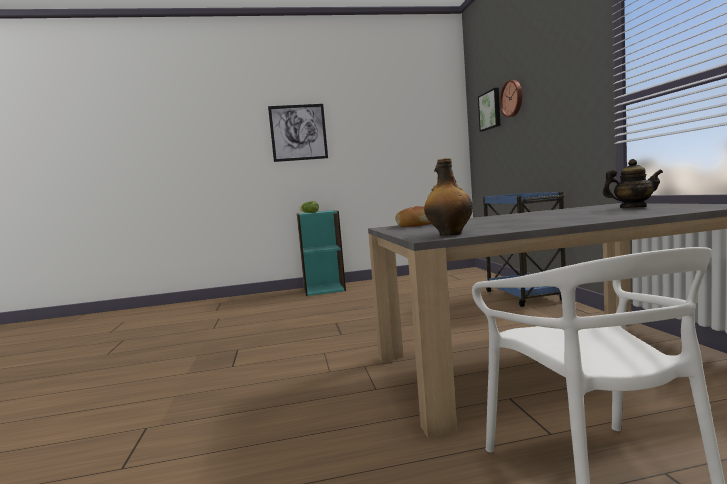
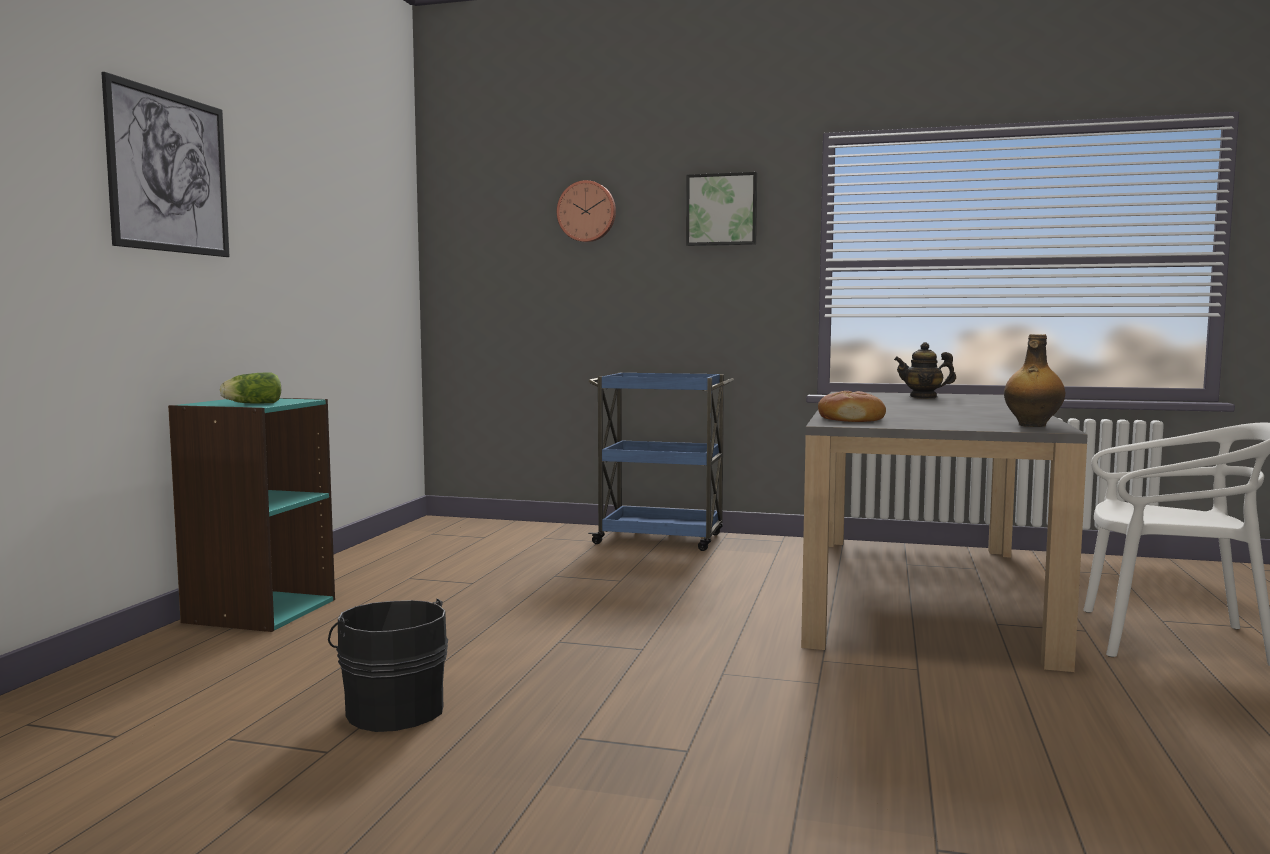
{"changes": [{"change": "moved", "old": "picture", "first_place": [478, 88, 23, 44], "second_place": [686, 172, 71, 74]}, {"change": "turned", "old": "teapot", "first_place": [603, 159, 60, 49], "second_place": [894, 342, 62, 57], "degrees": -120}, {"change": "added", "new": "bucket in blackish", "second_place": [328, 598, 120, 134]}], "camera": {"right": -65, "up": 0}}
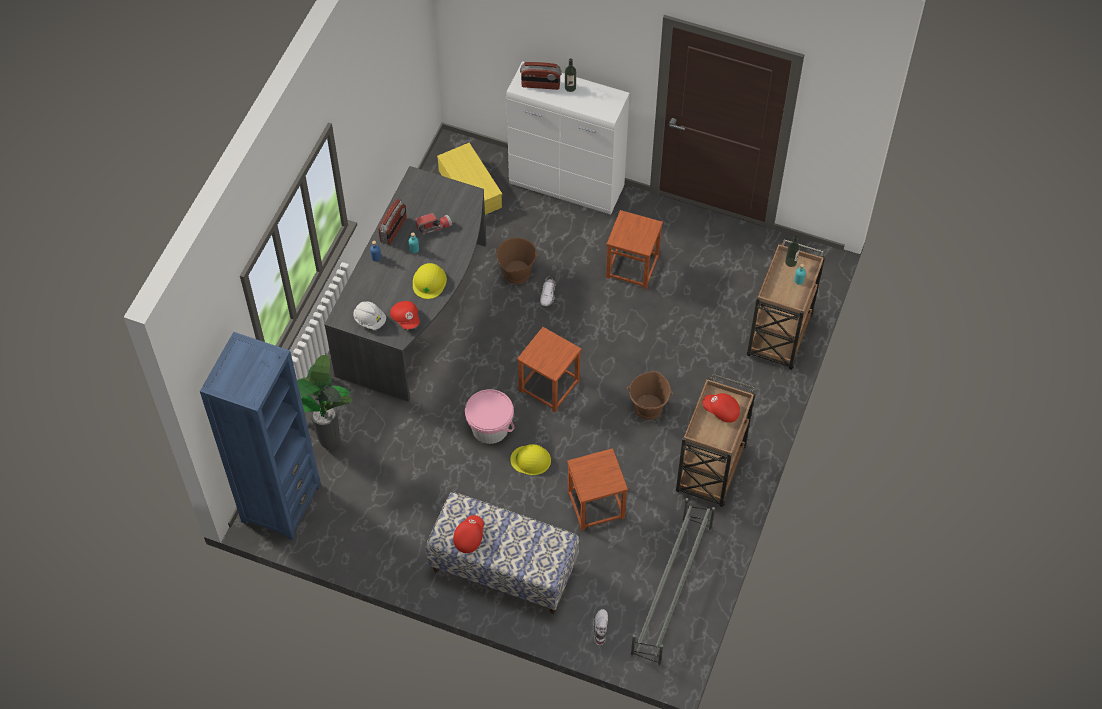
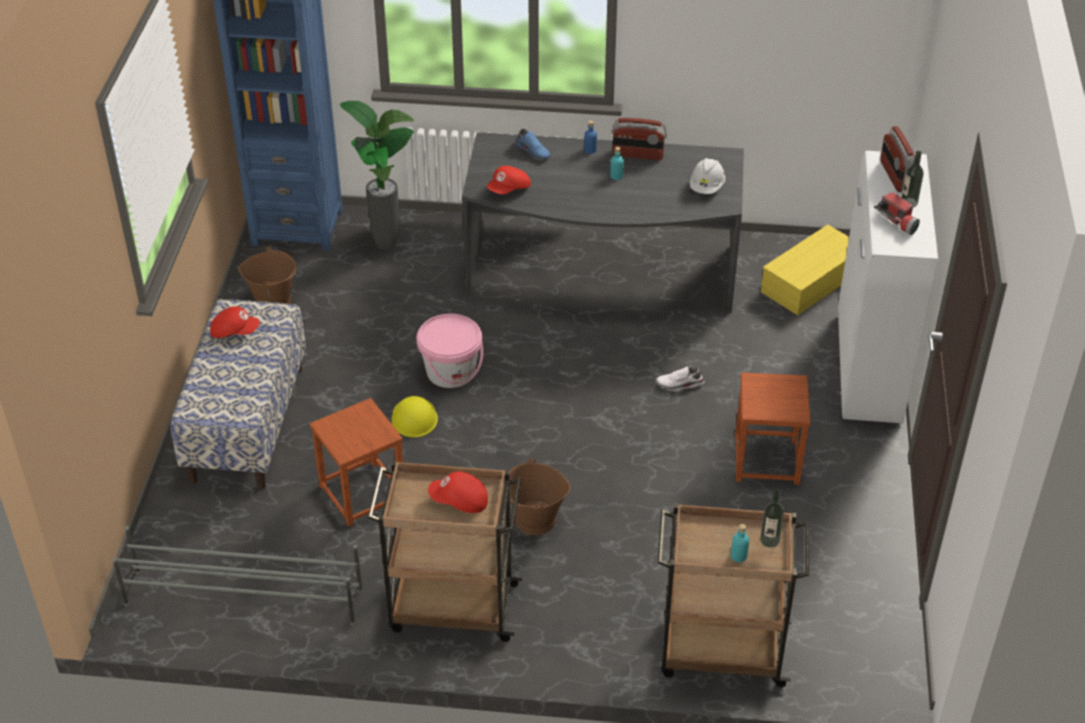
{"changes": [{"change": "moved", "old": "hand torch", "first_place": [416, 213, 36, 22], "second_place": [874, 192, 46, 43]}, {"change": "moved", "old": "bucket in brownish", "first_place": [495, 238, 43, 46], "second_place": [238, 247, 59, 57]}, {"change": "removed", "old": "work helmet in yellow-coloured", "first_place": [413, 263, 34, 36]}, {"change": "moved", "old": "work helmet in whitish", "first_place": [353, 302, 33, 28], "second_place": [690, 158, 35, 36]}, {"change": "removed", "old": "stool seat in brownish", "first_place": [517, 327, 65, 85]}, {"change": "turned", "old": "baseball cap in red-coloured", "first_place": [703, 393, 37, 30], "second_place": [428, 471, 60, 42], "degrees": -90}, {"change": "removed", "old": "item of footwear in whitish", "first_place": [593, 609, 15, 36]}, {"change": "added", "new": "item of footwear in bluish", "second_place": [515, 129, 35, 31]}], "camera": {"right": 75, "up": -15}}
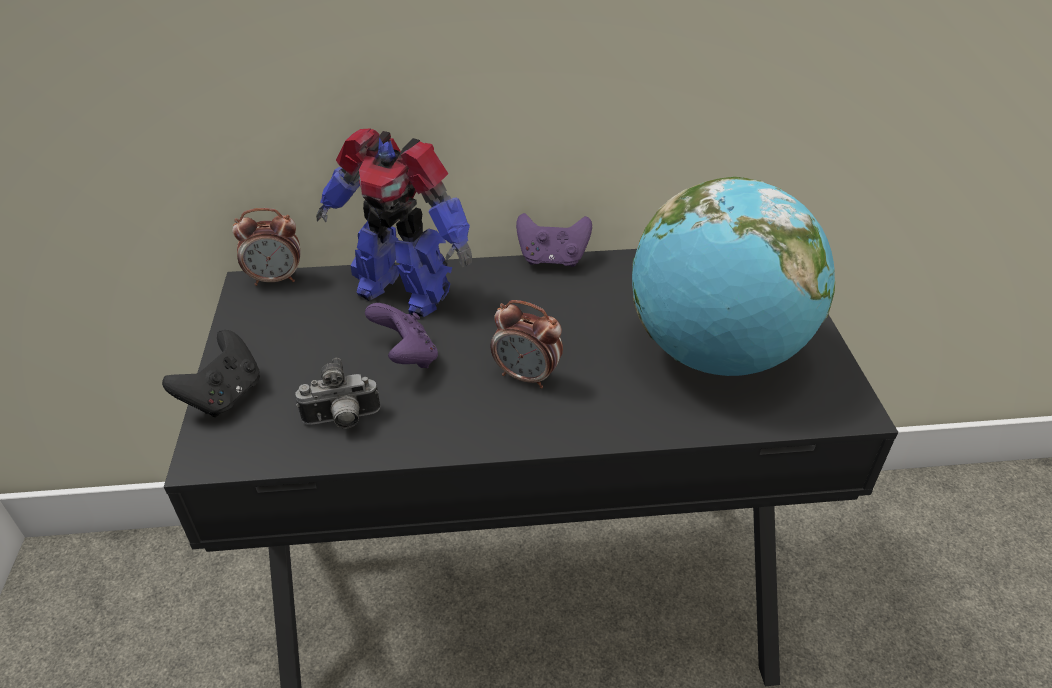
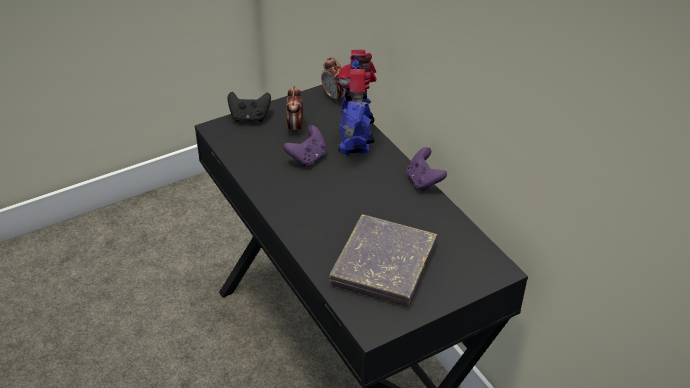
{"changes": [{"change": "replaced", "old": "desk globe", "new": "volume in gray", "first_place": [632, 177, 203, 199], "second_place": [329, 215, 108, 92]}, {"change": "moved", "old": "table clock", "first_place": [491, 300, 72, 88], "second_place": [286, 86, 17, 48]}, {"change": "removed", "old": "photo camera", "first_place": [295, 358, 85, 71]}], "camera": {"right": 65, "up": 0}}
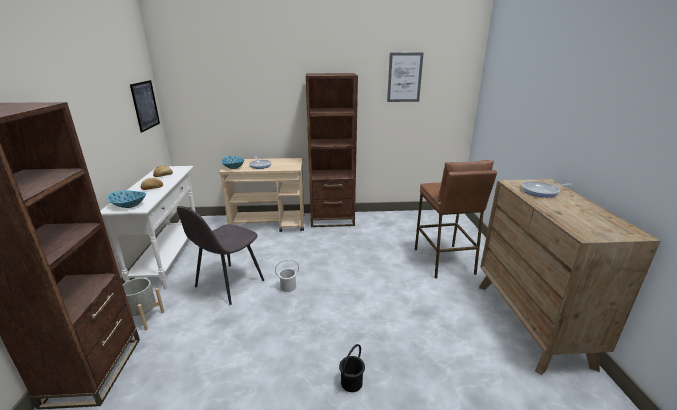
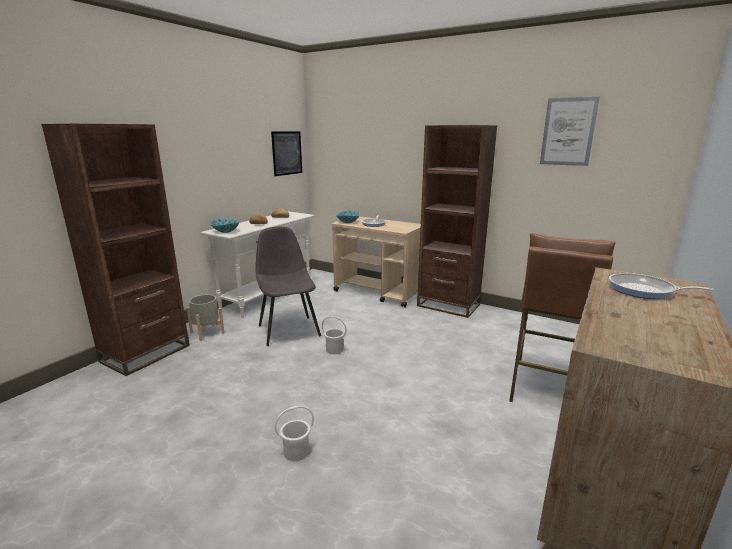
{"changes": [{"change": "turned", "old": "plain chair in gray", "first_place": [177, 206, 87, 99], "second_place": [255, 226, 66, 120], "degrees": 90}, {"change": "recoloured", "old": "bucket in blackish", "new": "bucket in whitish", "first_place": [339, 344, 26, 48], "second_place": [275, 406, 39, 55]}], "camera": {"right": 35, "up": -5}}
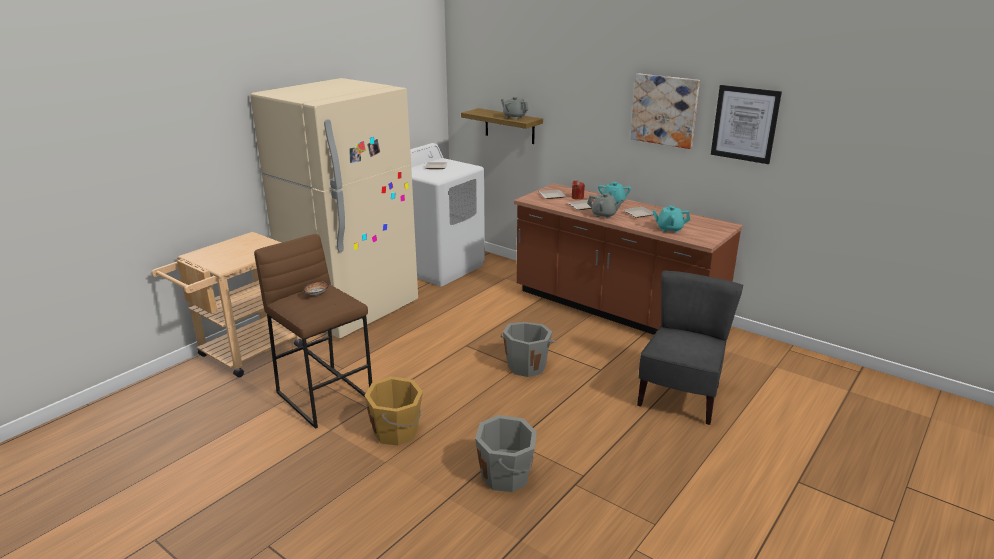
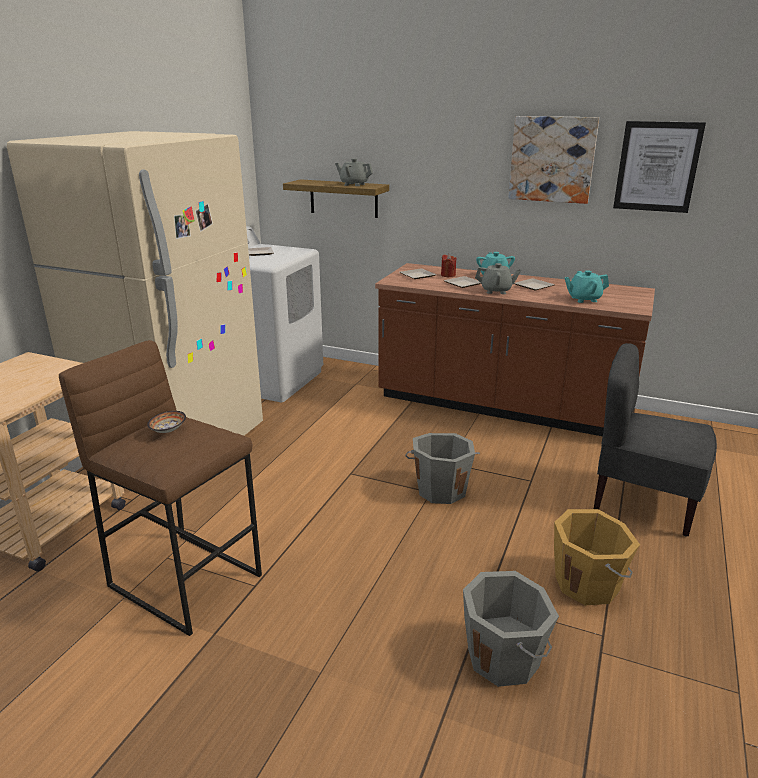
{"changes": [{"change": "turned", "old": "plain chair in gray", "first_place": [637, 270, 106, 155], "second_place": [594, 343, 123, 193], "degrees": -75}, {"change": "moved", "old": "bucket in orangey", "first_place": [365, 376, 58, 70], "second_place": [554, 509, 86, 96]}], "camera": {"right": -15, "up": 0}}
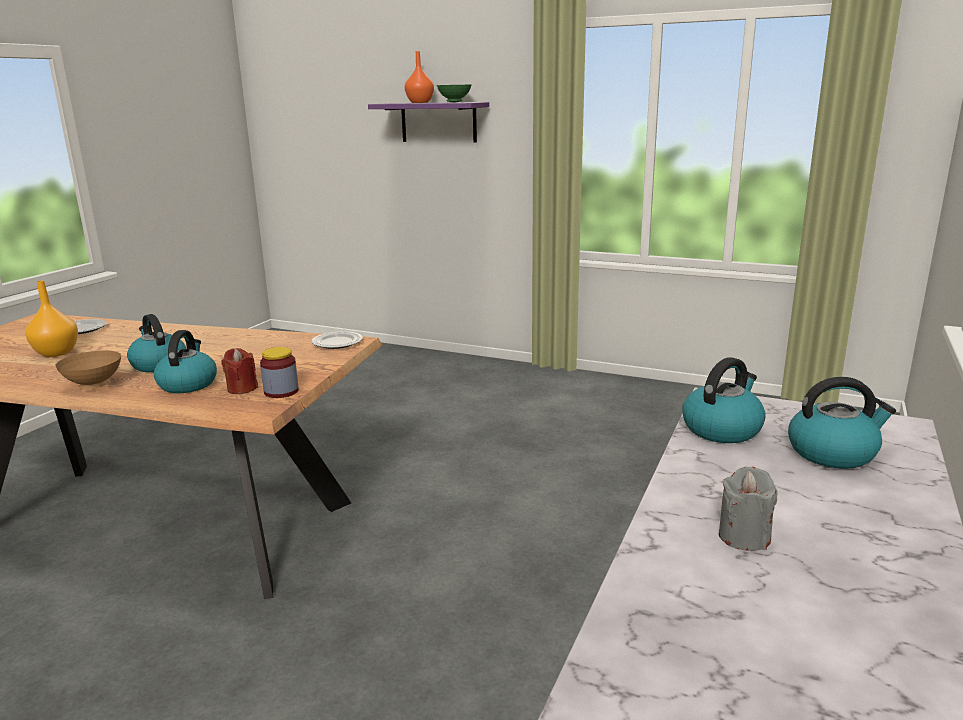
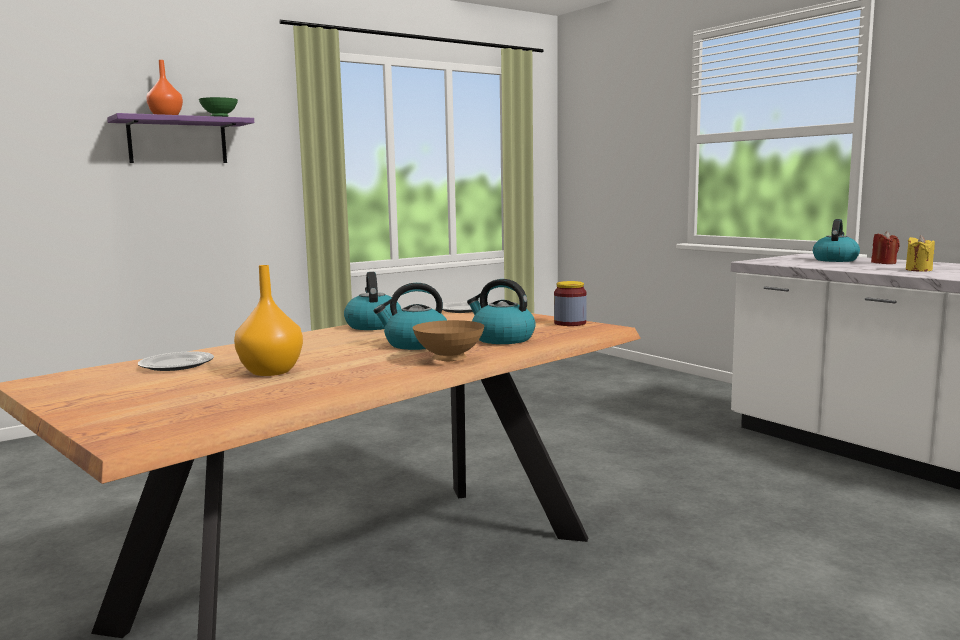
{"changes": [{"change": "moved", "old": "candle in red-coloured", "first_place": [221, 348, 37, 46], "second_place": [871, 231, 29, 33]}, {"change": "moved", "old": "kettle", "first_place": [682, 357, 84, 86], "second_place": [344, 272, 58, 58]}, {"change": "recoloured", "old": "candle in gray", "new": "candle in yellow-coloured", "first_place": [719, 467, 58, 84], "second_place": [906, 235, 29, 36]}], "camera": {"right": -60, "up": -10}}
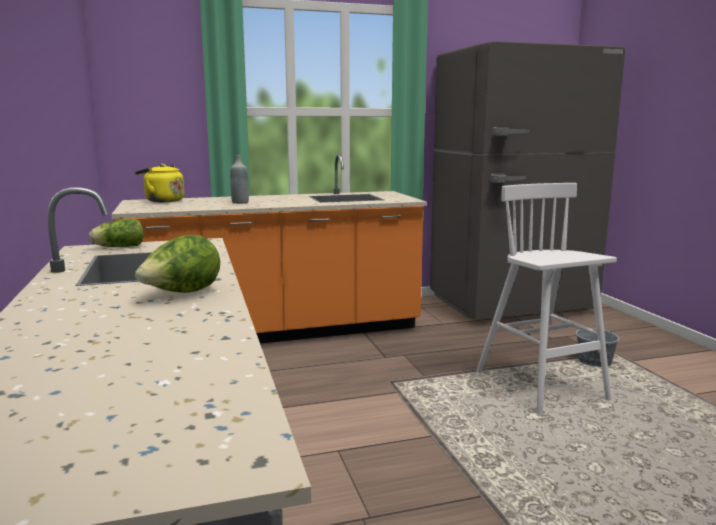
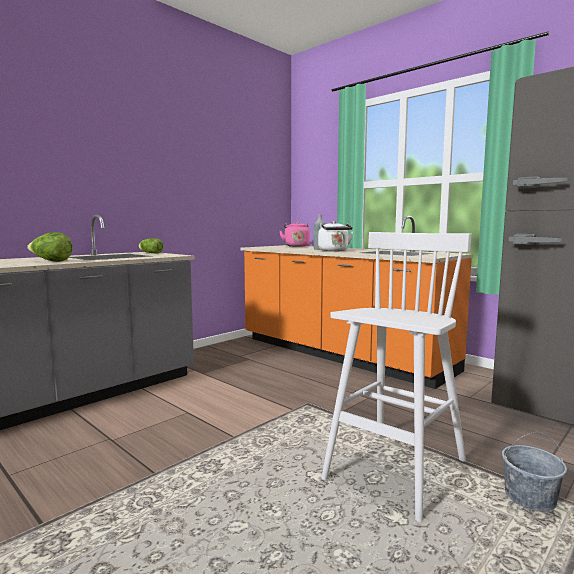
{"changes": [{"change": "recoloured", "old": "kettle in yellow-coloured", "new": "kettle in pink-coloured", "first_place": [135, 164, 49, 38], "second_place": [280, 222, 30, 25]}, {"change": "added", "new": "kettle in whitish", "second_place": [318, 221, 36, 30]}], "camera": {"right": 60, "up": -5}}
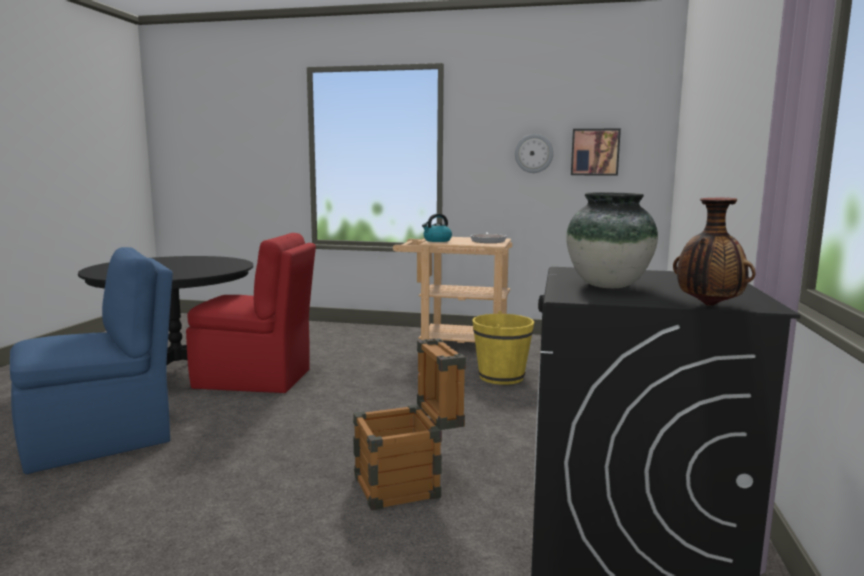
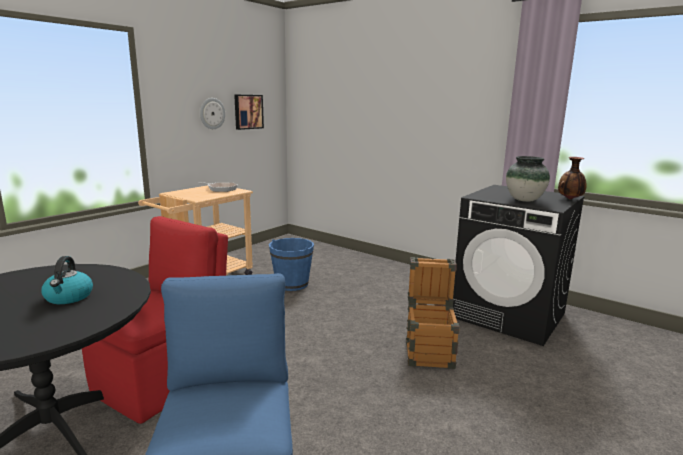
{"changes": [{"change": "moved", "old": "kettle", "first_place": [422, 214, 30, 28], "second_place": [41, 256, 52, 48]}, {"change": "recoloured", "old": "bucket in yellow-coloured", "new": "bucket in bluish", "first_place": [472, 311, 62, 74], "second_place": [269, 238, 45, 53]}], "camera": {"right": -65, "up": 5}}
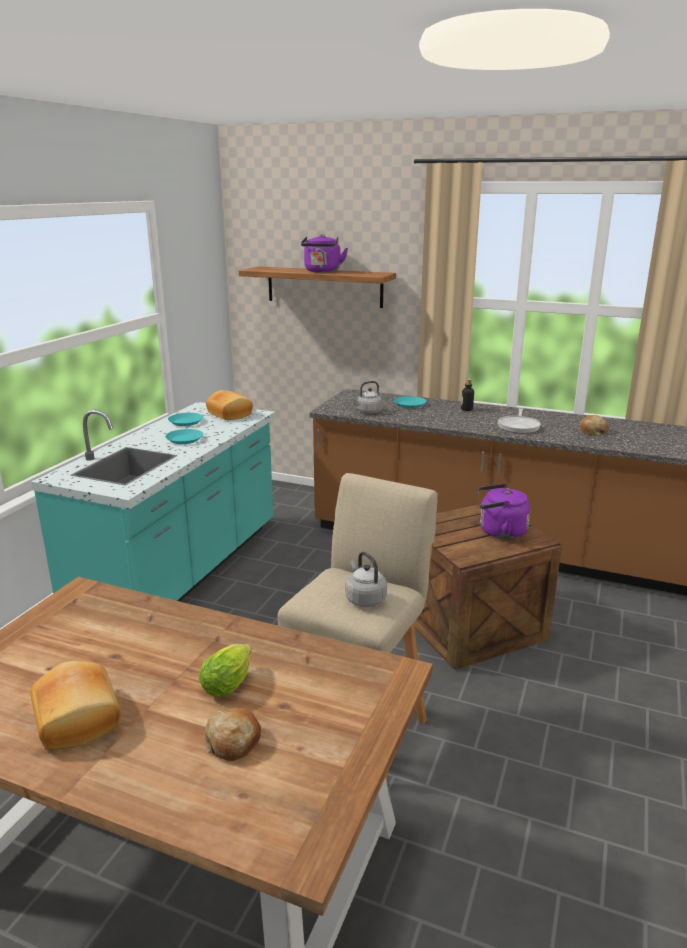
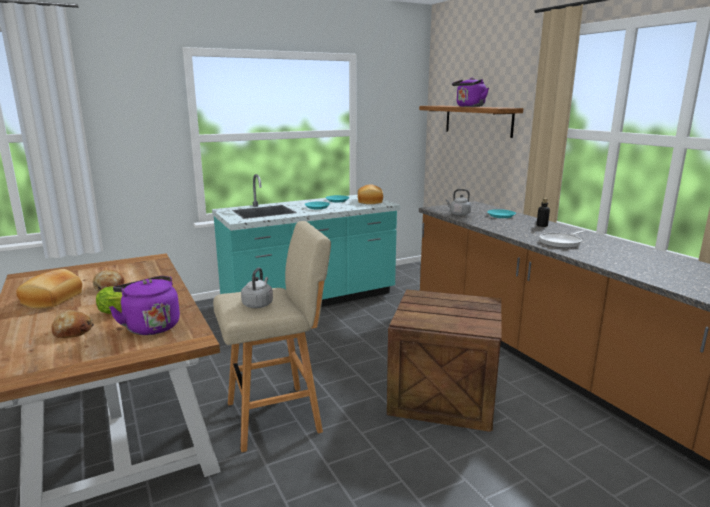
{"changes": [{"change": "moved", "old": "bread", "first_place": [579, 415, 30, 21], "second_place": [93, 270, 31, 21]}, {"change": "moved", "old": "kettle in purplish", "first_place": [478, 484, 53, 55], "second_place": [109, 276, 71, 59]}], "camera": {"right": 40, "up": -5}}
